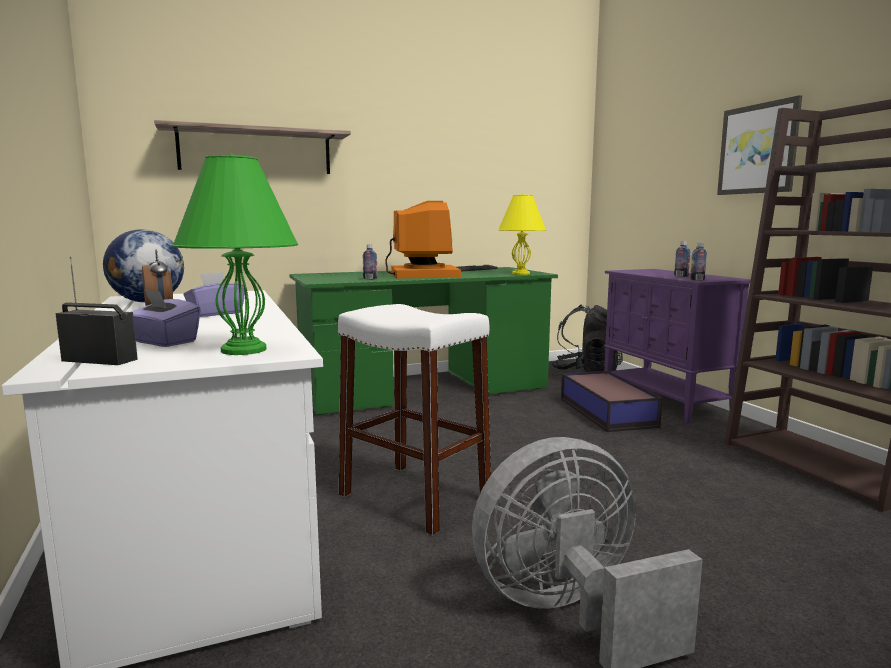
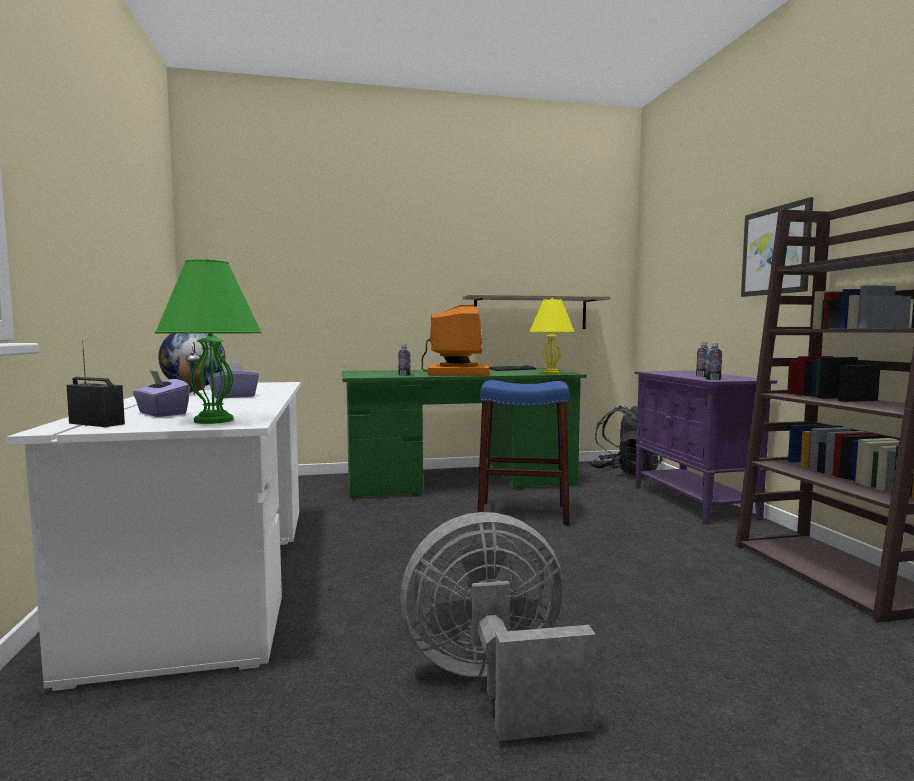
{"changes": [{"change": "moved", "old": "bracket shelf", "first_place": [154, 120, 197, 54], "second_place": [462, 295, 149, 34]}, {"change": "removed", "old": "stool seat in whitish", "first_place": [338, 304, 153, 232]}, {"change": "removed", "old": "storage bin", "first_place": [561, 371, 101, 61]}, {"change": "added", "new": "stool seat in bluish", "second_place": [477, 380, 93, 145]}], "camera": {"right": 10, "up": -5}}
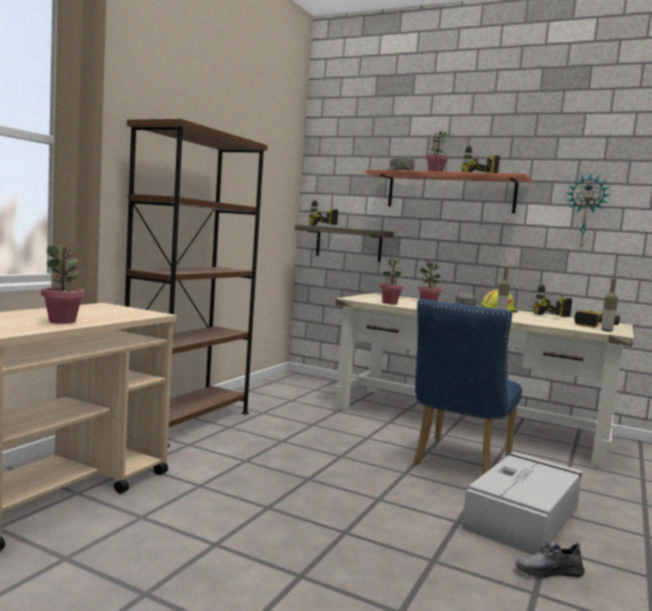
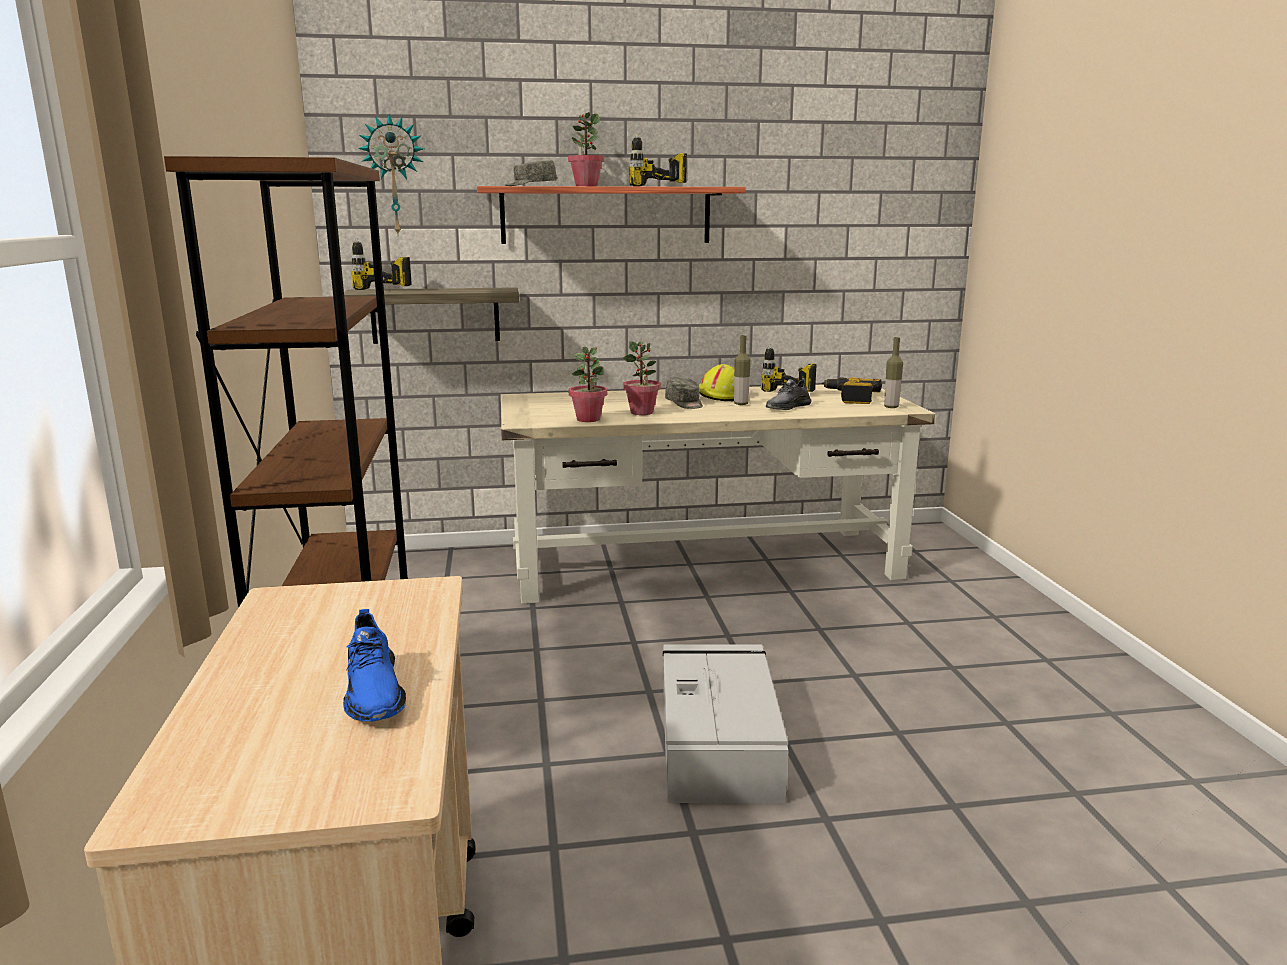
{"changes": [{"change": "moved", "old": "wall clock", "first_place": [566, 174, 44, 73], "second_place": [358, 114, 66, 120]}, {"change": "replaced", "old": "houseplant", "new": "item of footwear in bluish", "first_place": [41, 245, 44, 79], "second_place": [343, 609, 63, 113]}, {"change": "removed", "old": "plain chair in bluish", "first_place": [413, 299, 109, 176]}, {"change": "moved", "old": "storage bin in gray", "first_place": [462, 452, 121, 103], "second_place": [663, 644, 126, 159]}, {"change": "moved", "old": "item of footwear in gray", "first_place": [515, 541, 70, 37], "second_place": [766, 378, 46, 32]}], "camera": {"right": -35, "up": 10}}
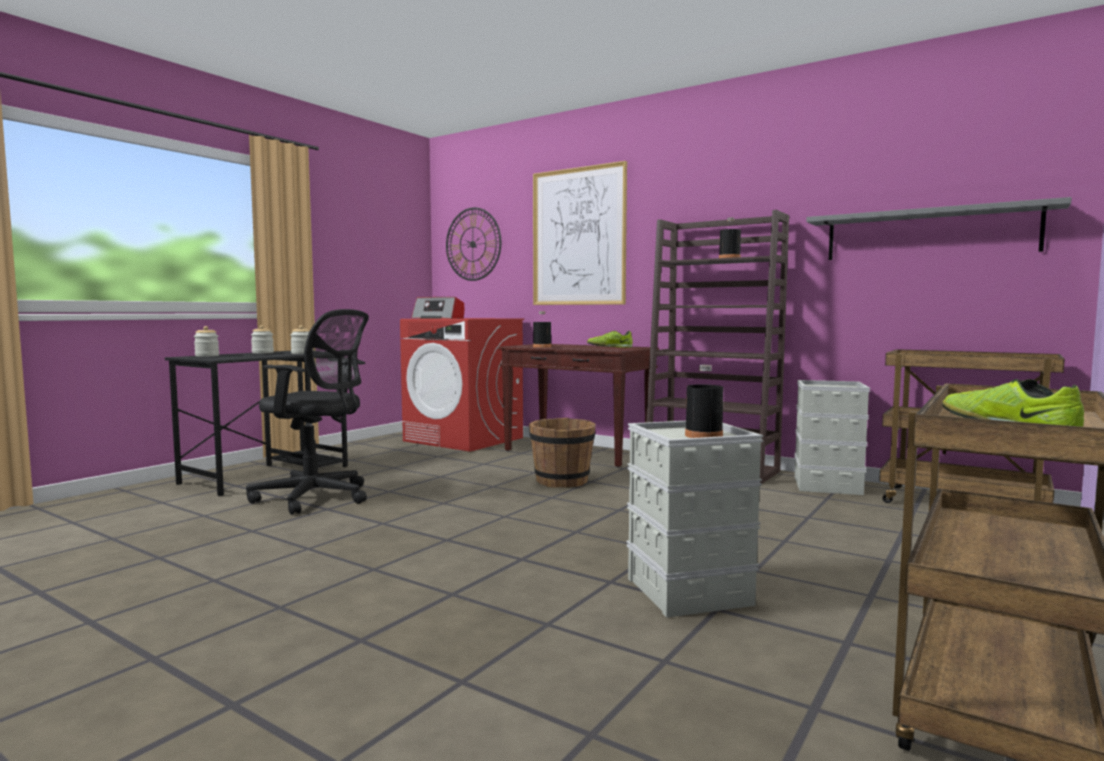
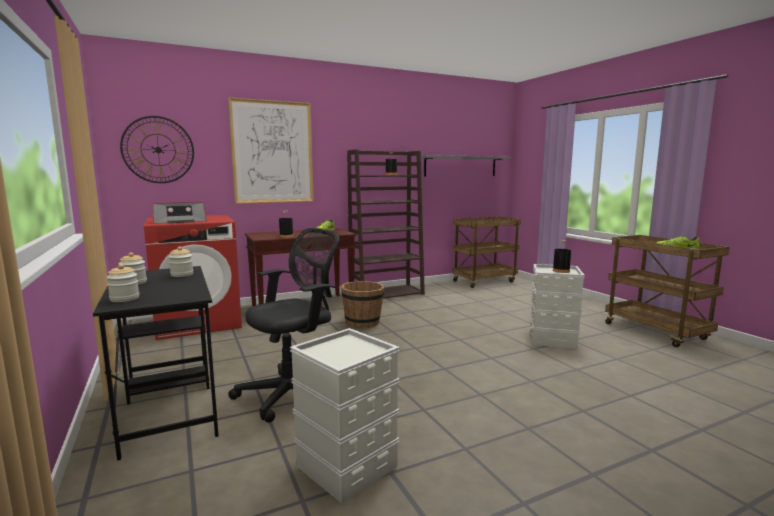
{"changes": [{"change": "moved", "old": "storage bin in gray", "first_place": [794, 380, 76, 115], "second_place": [290, 328, 110, 175]}], "camera": {"right": -60, "up": 5}}
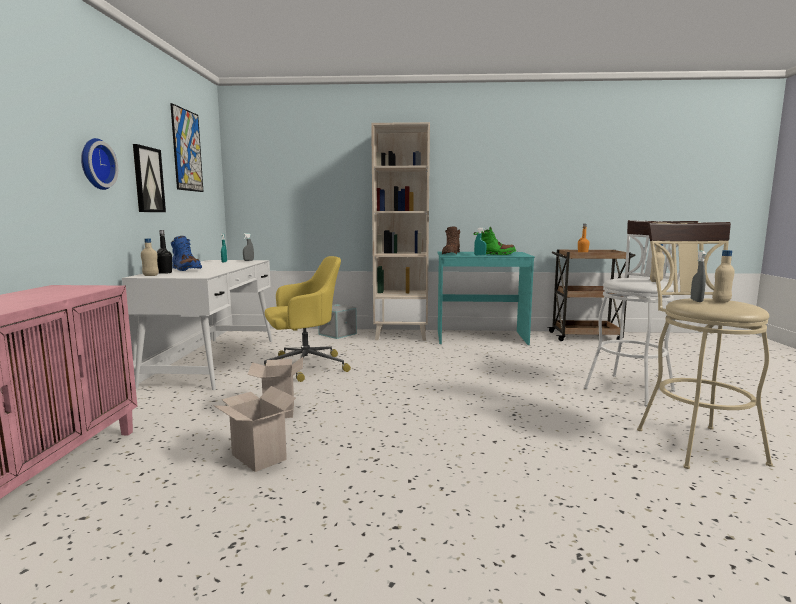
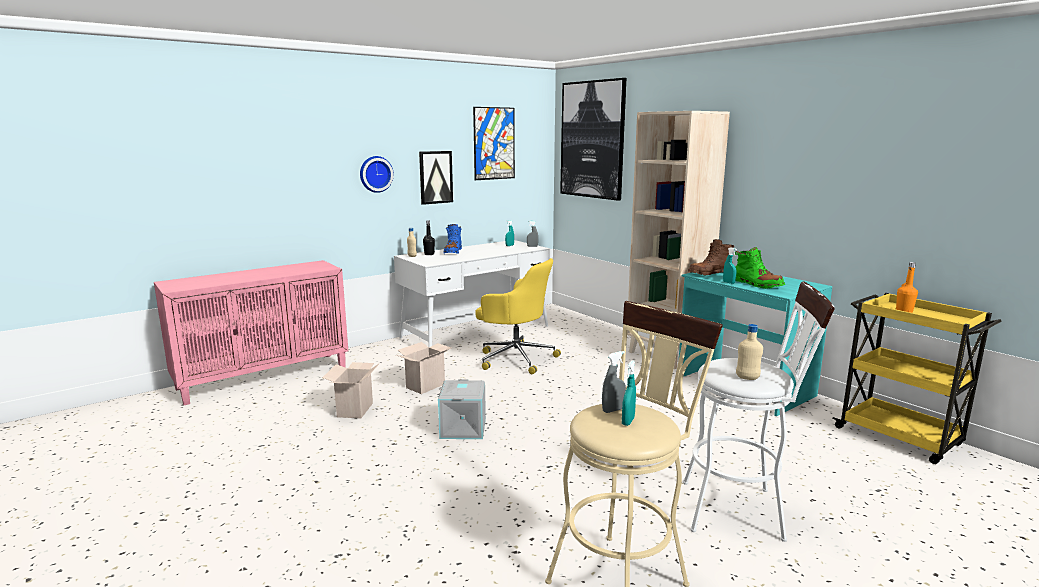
{"changes": [{"change": "recoloured", "old": "wheeled cart in brownish", "new": "wheeled cart in yellow-coloured", "first_place": [547, 249, 89, 92], "second_place": [833, 293, 169, 171]}, {"change": "replaced", "old": "drink bottle in sand-coloured", "new": "hand sprayer in turquoise-coloured", "first_place": [712, 250, 23, 53], "second_place": [622, 360, 14, 66]}, {"change": "moved", "old": "storage bin in gray", "first_place": [318, 304, 39, 35], "second_place": [438, 379, 48, 60]}, {"change": "added", "new": "picture", "second_place": [560, 78, 66, 123]}], "camera": {"right": 50, "up": 5}}
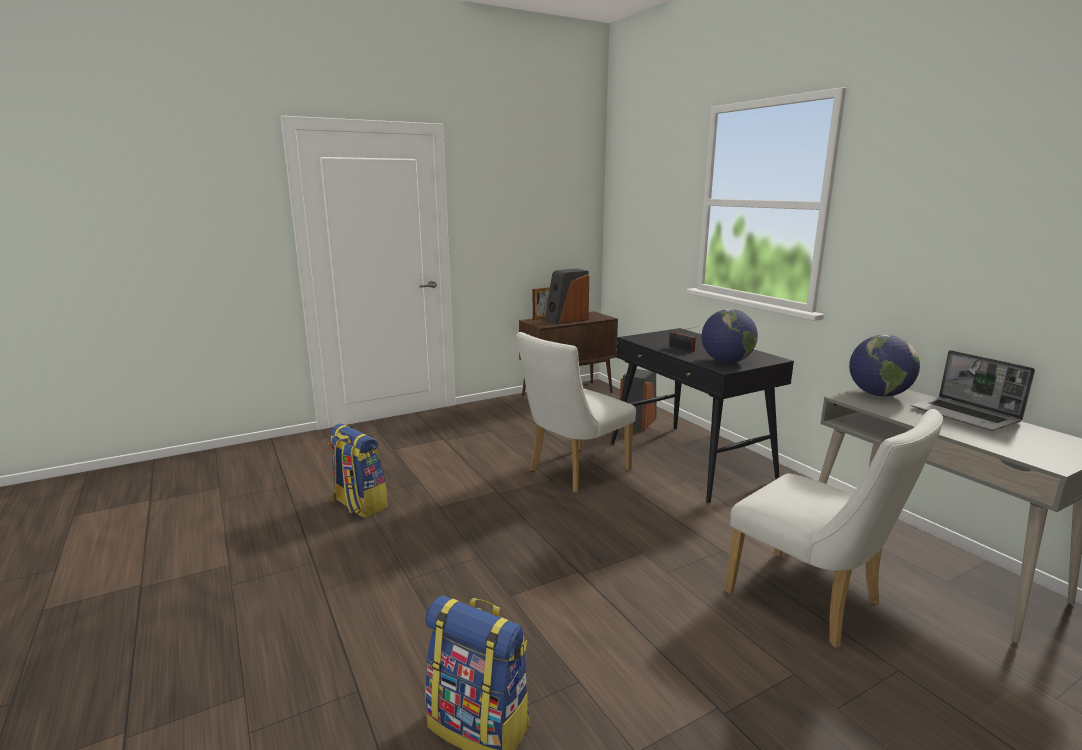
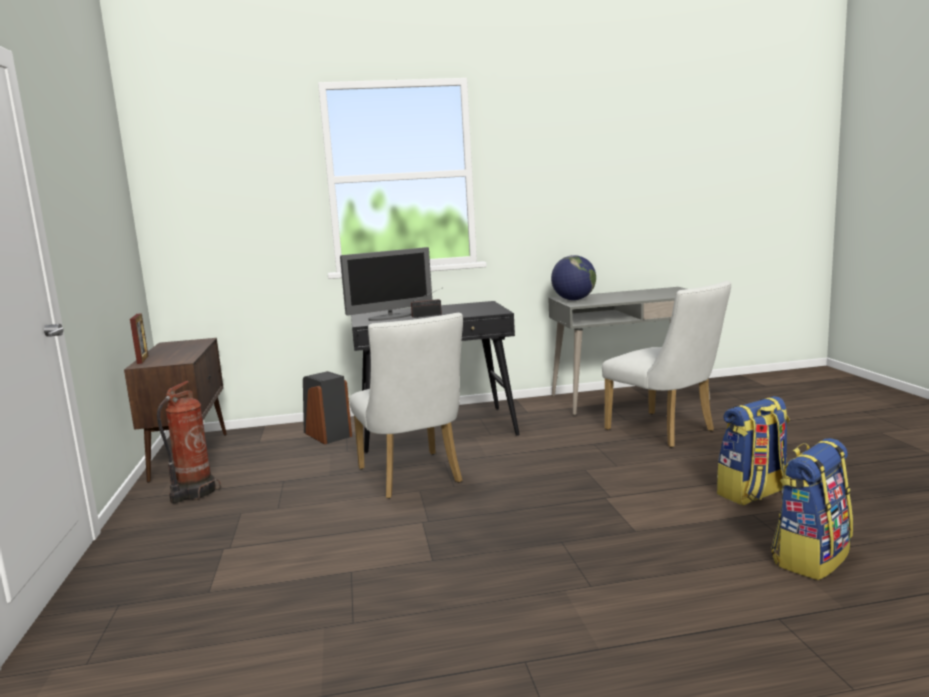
{"changes": [{"change": "removed", "old": "speaker", "first_place": [545, 269, 44, 55]}, {"change": "removed", "old": "desk globe", "first_place": [702, 309, 56, 54]}, {"change": "removed", "old": "notebook computer", "first_place": [911, 350, 124, 81]}, {"change": "turned", "old": "plain chair in whitish", "first_place": [725, 409, 218, 239], "second_place": [602, 281, 129, 167], "degrees": 75}, {"change": "moved", "old": "backpack", "first_place": [328, 423, 60, 95], "second_place": [717, 396, 73, 110]}, {"change": "added", "new": "computer screen", "second_place": [340, 247, 92, 74]}, {"change": "added", "new": "fire extinguisher", "second_place": [157, 381, 64, 122]}], "camera": {"right": -70, "up": -5}}
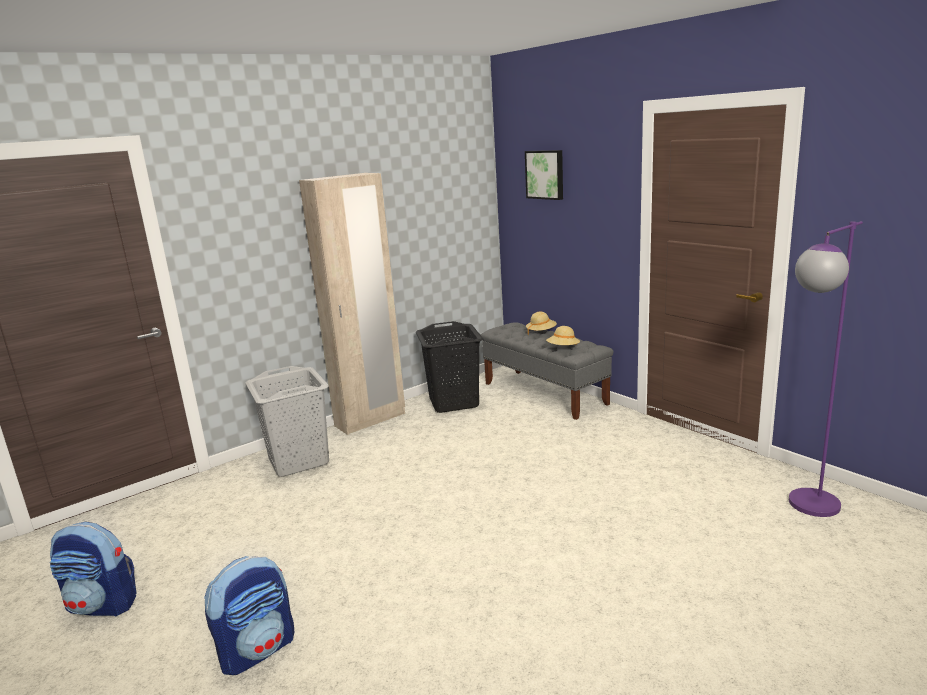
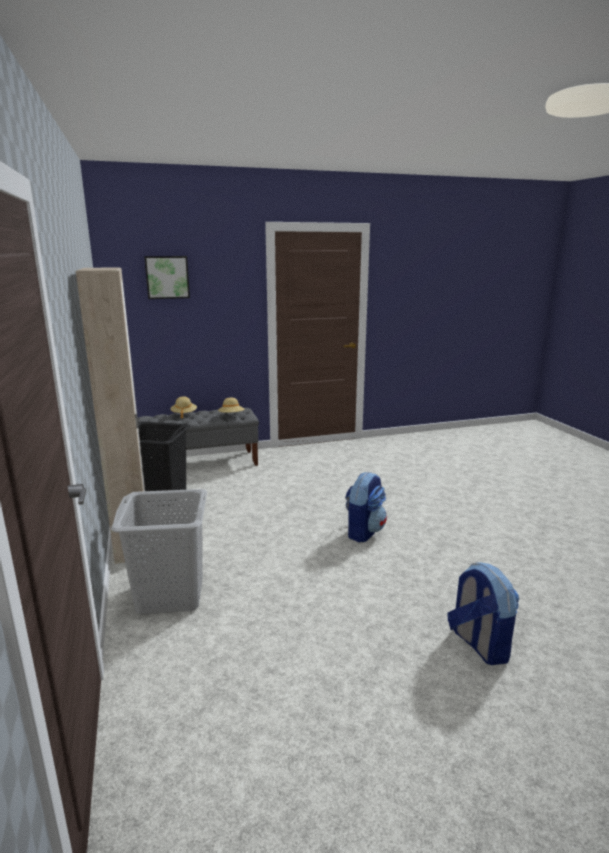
{"changes": [{"change": "removed", "old": "standard lamp in purplish", "first_place": [789, 221, 74, 296]}, {"change": "moved", "old": "backpack", "first_place": [50, 522, 87, 95], "second_place": [345, 472, 42, 70]}], "camera": {"right": -70, "up": 0}}
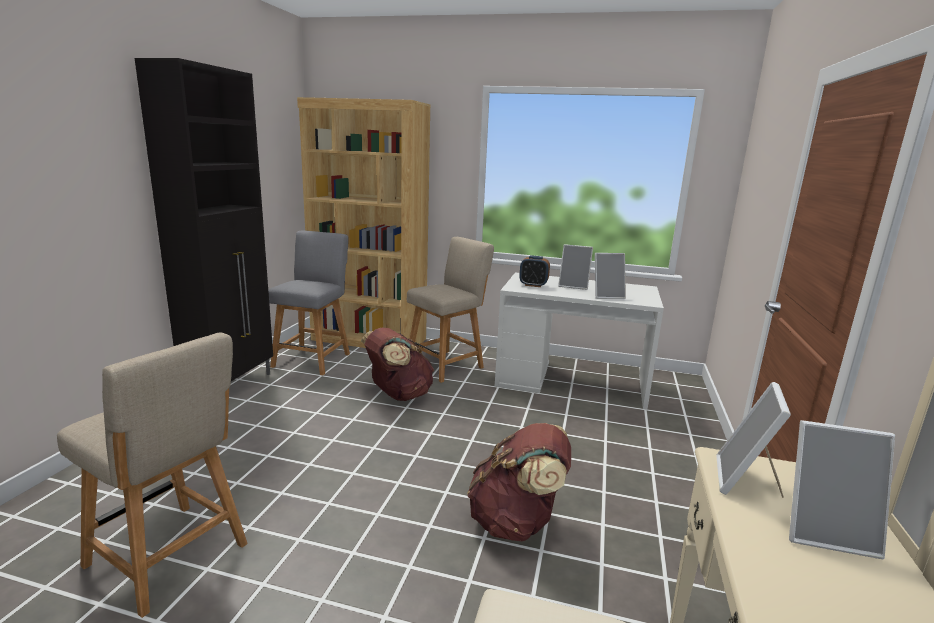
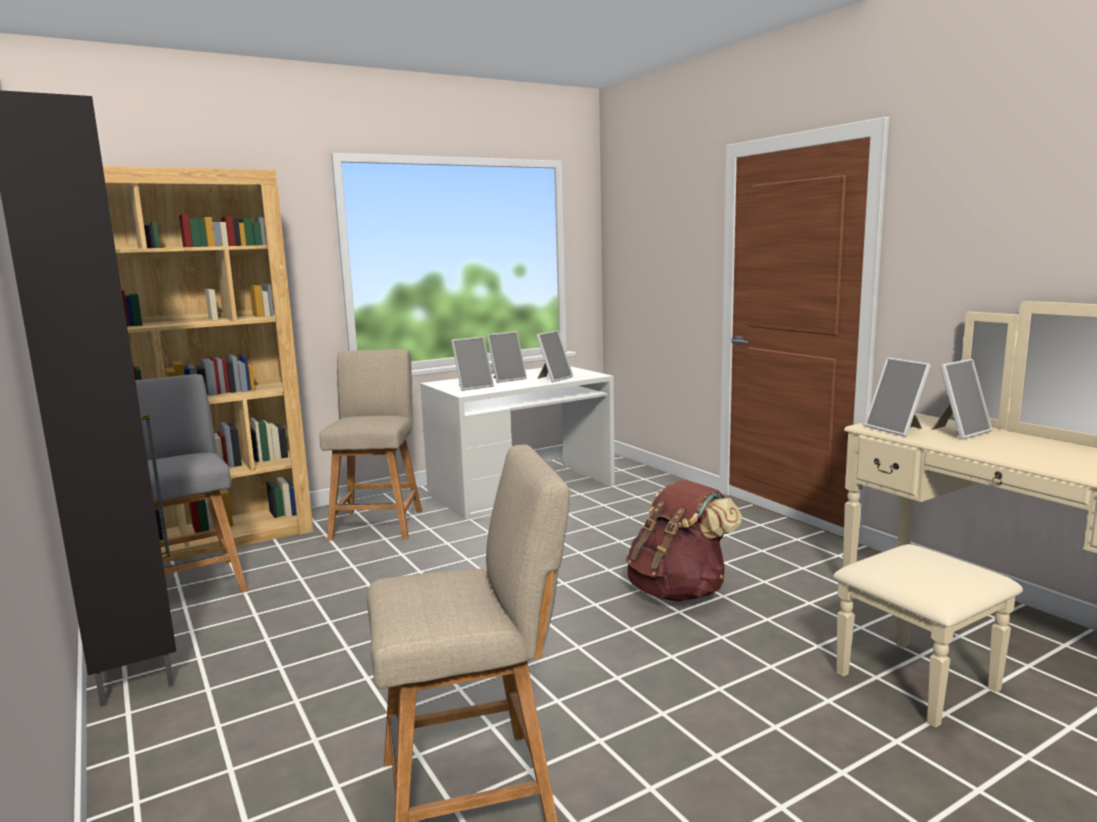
{"changes": [{"change": "replaced", "old": "table clock", "new": "picture frame", "first_place": [519, 256, 31, 31], "second_place": [451, 337, 43, 54]}, {"change": "removed", "old": "backpack in brownish", "first_place": [361, 328, 73, 73]}], "camera": {"right": -45, "up": -5}}
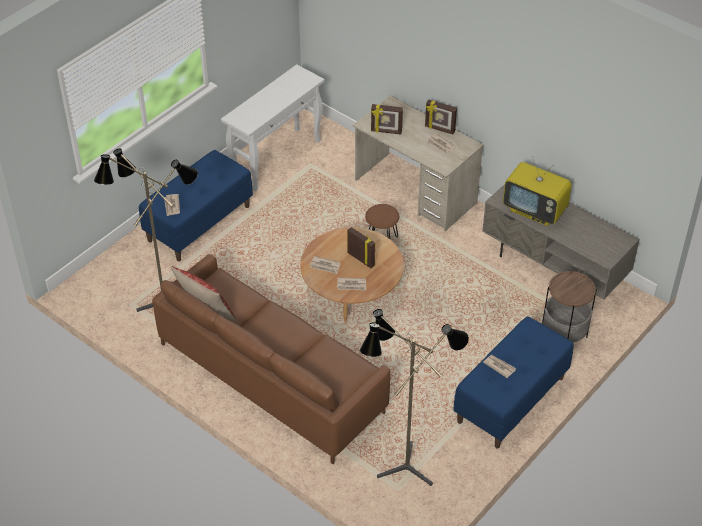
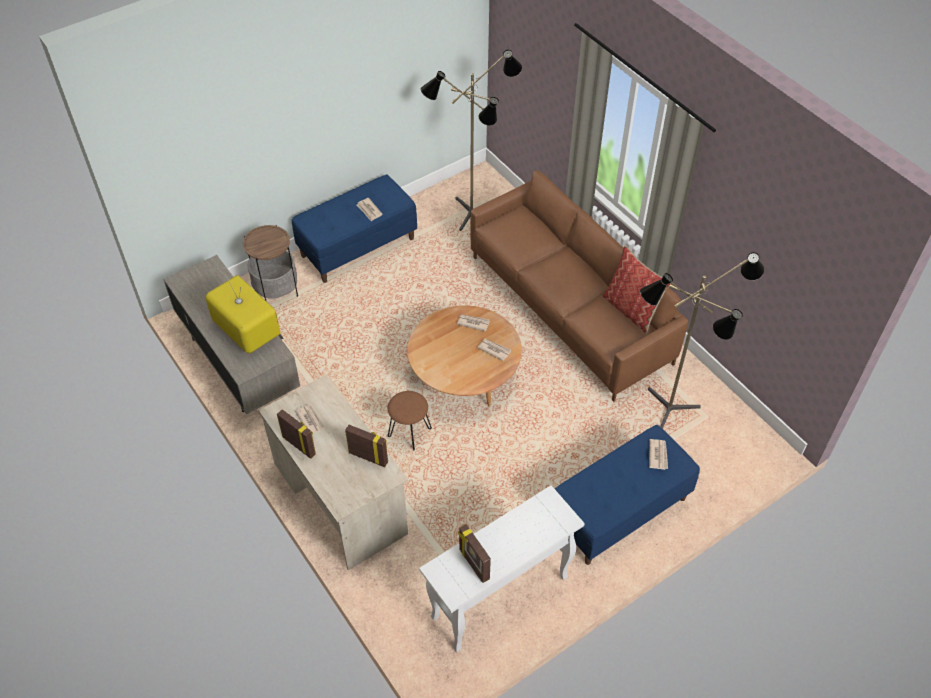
{"changes": [{"change": "moved", "old": "picture frame", "first_place": [347, 227, 29, 41], "second_place": [458, 524, 33, 59]}], "camera": {"right": -165, "up": 5}}
